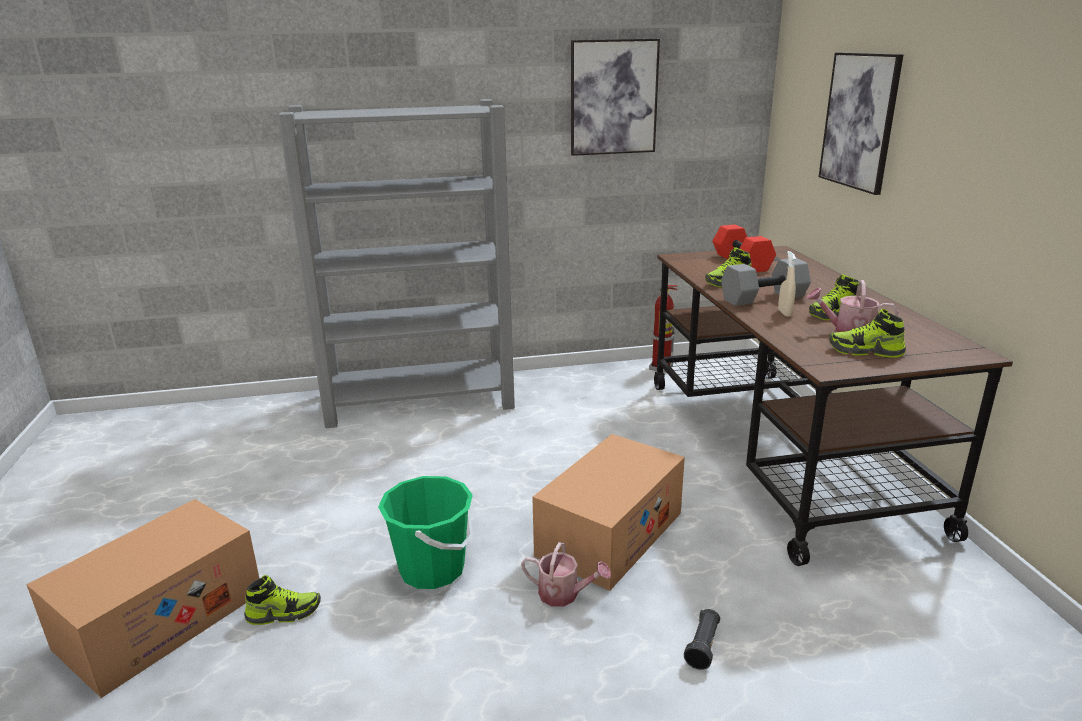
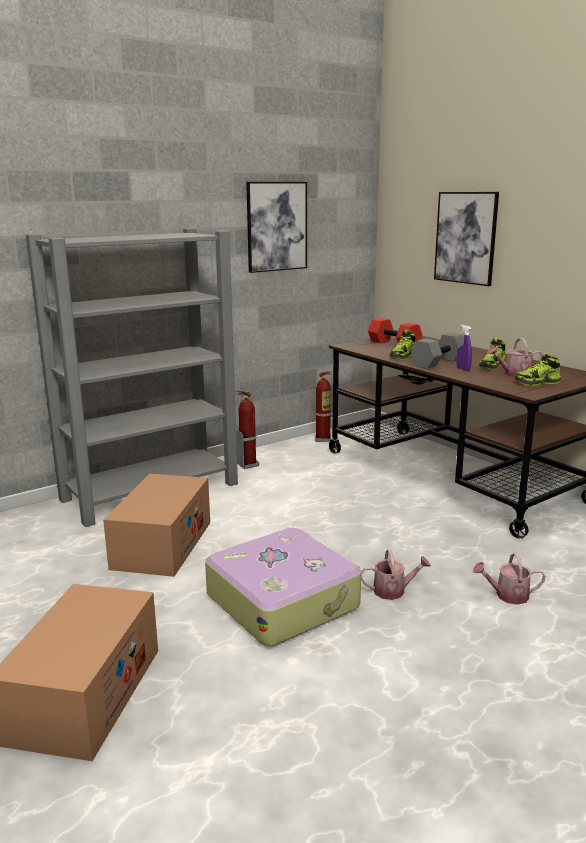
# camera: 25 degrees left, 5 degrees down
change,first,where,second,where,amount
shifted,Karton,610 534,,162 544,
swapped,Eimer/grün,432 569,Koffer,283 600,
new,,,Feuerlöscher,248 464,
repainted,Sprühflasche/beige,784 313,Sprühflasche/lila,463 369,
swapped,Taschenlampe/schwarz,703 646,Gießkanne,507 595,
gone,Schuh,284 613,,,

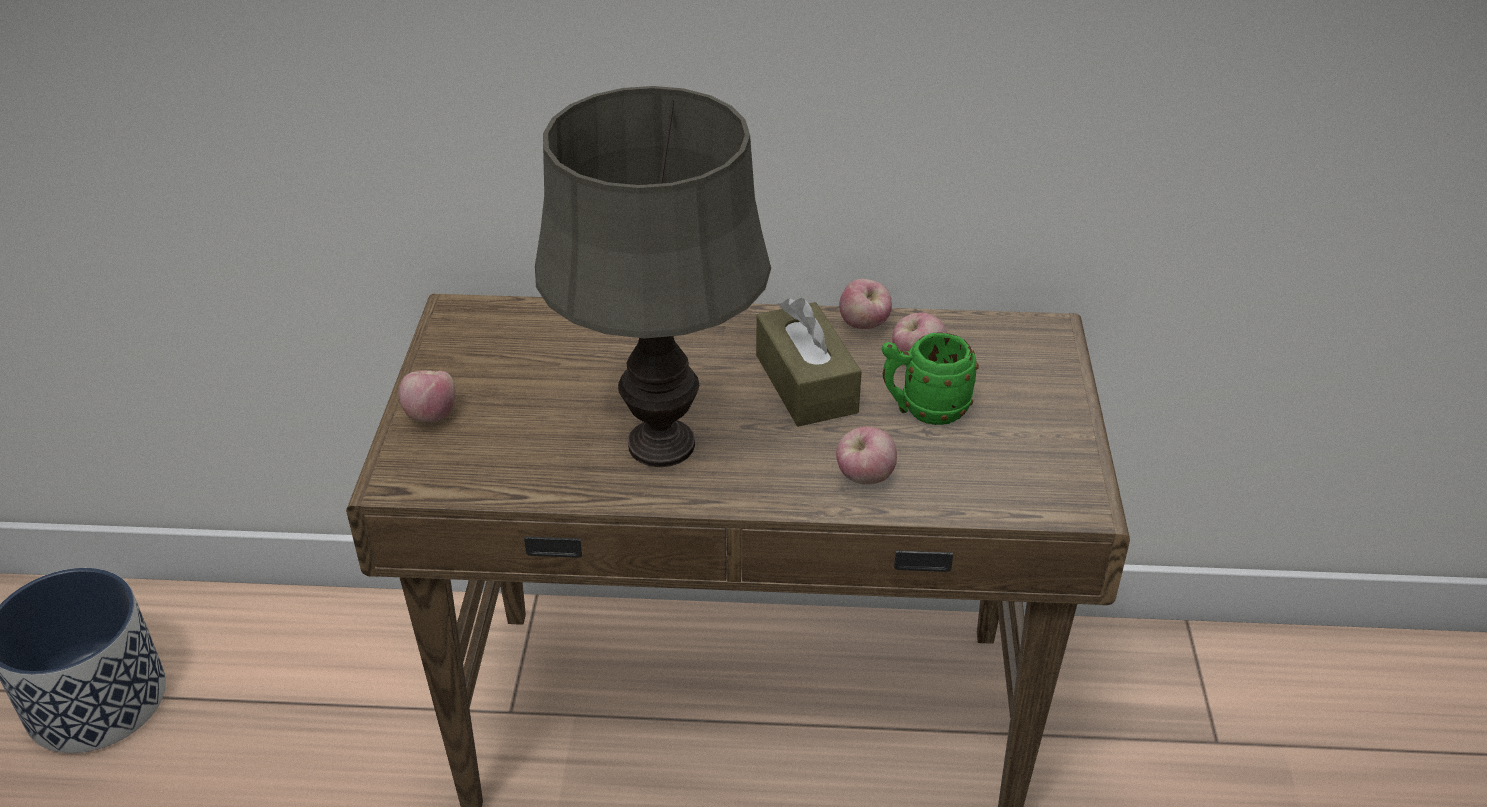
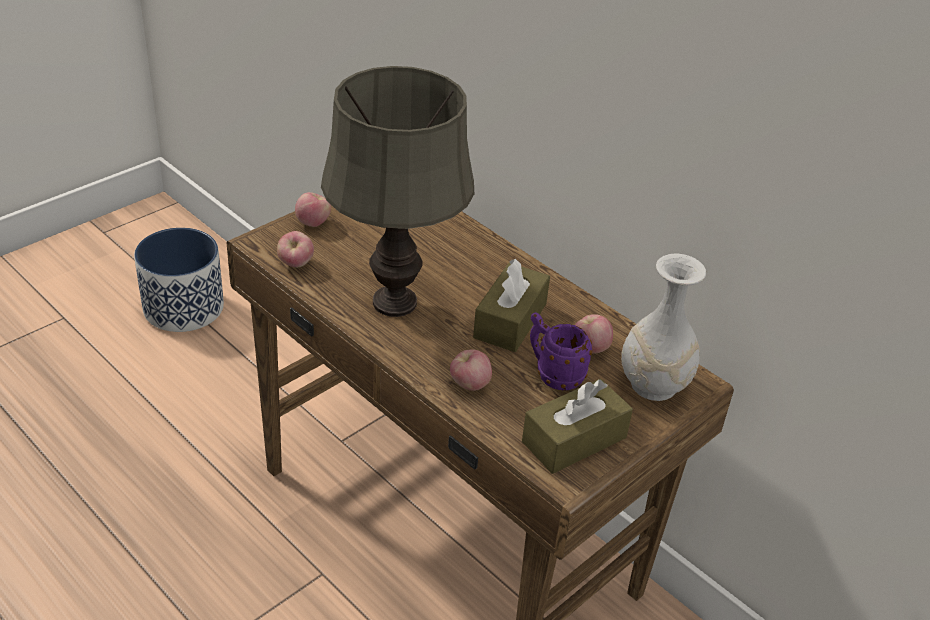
# camera: 40 degrees right, 0 degrees up
change,first,where,second,where,amount
shifted,Apfel,864 325,,296 264,
new,,,Taschentuchbox/braun,574 439,
repainted,Henkelbecher/grün,923 410,Henkelbecher/lila,553 374,
new,,,Vase/weiß,652 385,

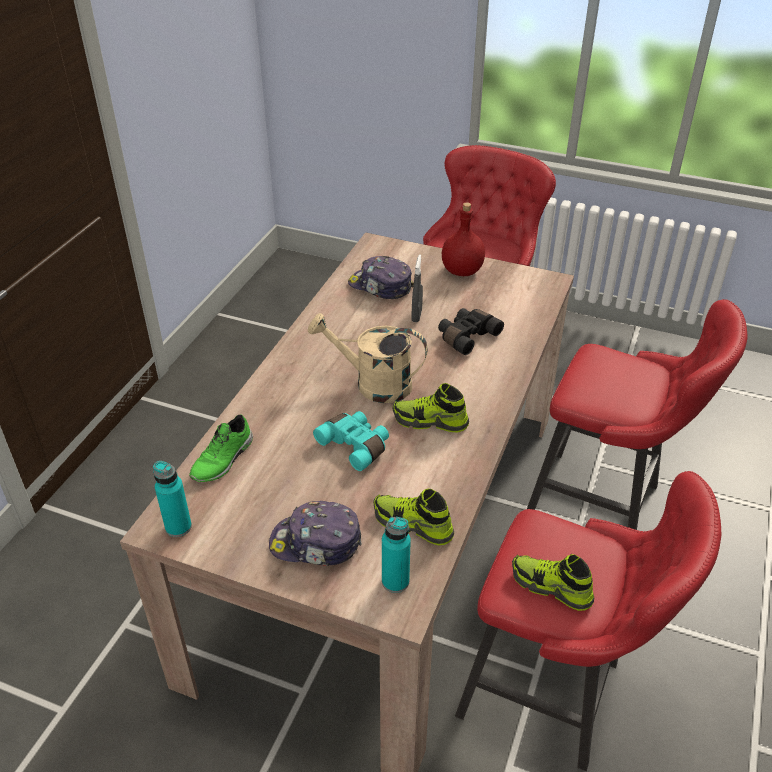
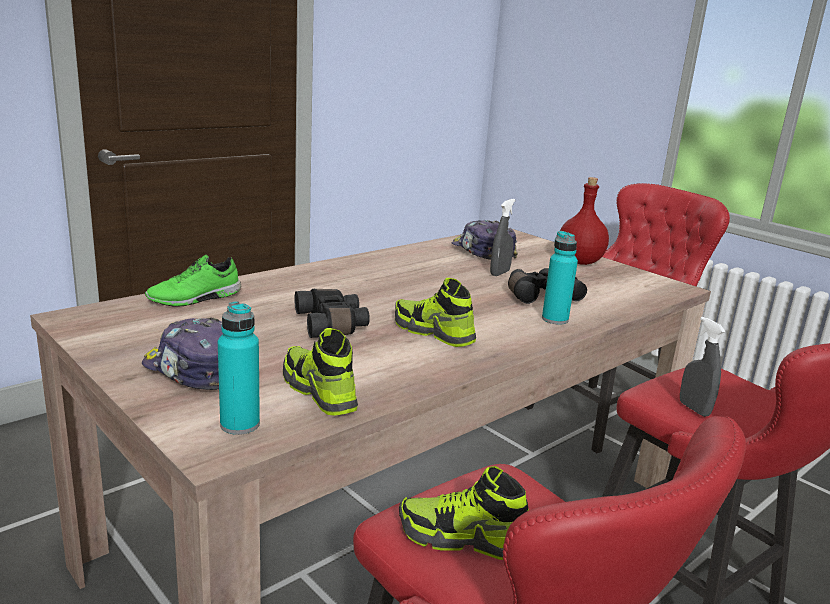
# camera: 25 degrees right, 20 degrees down
change,first,where,second,where,amount
repainted,Fernglas/türkis,356 445,Fernglas/schwarz,333 325,
rotated,Schuh,551 587,,463 539,45 degrees counterclockwise
shifted,Flasche/türkis,178 527,,555 319,
new,,,Sprühflasche/grau,694 409,
gone,Gießkanne/beige,373 384,,,

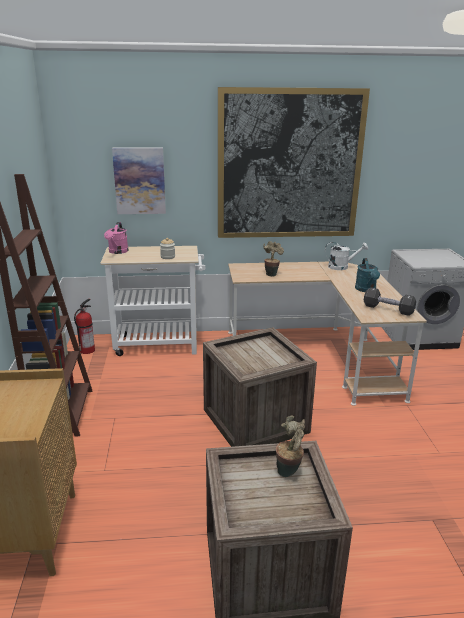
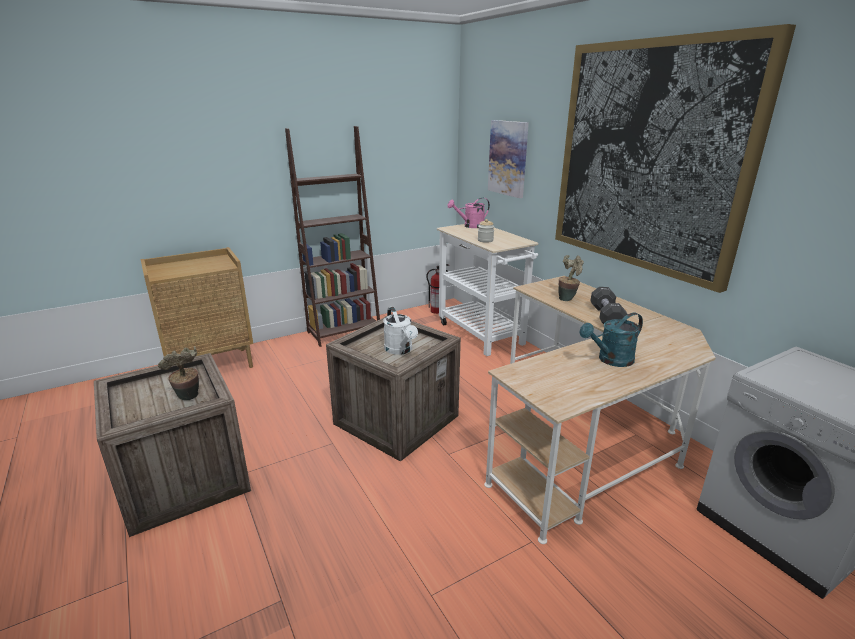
# camera: 65 degrees right, 0 degrees up
change,first,where,second,where,amount
shifted,Gießkanne/weiß,342 267,,400 350,
shifted,Hantel/schwarz,388 309,,606 317,

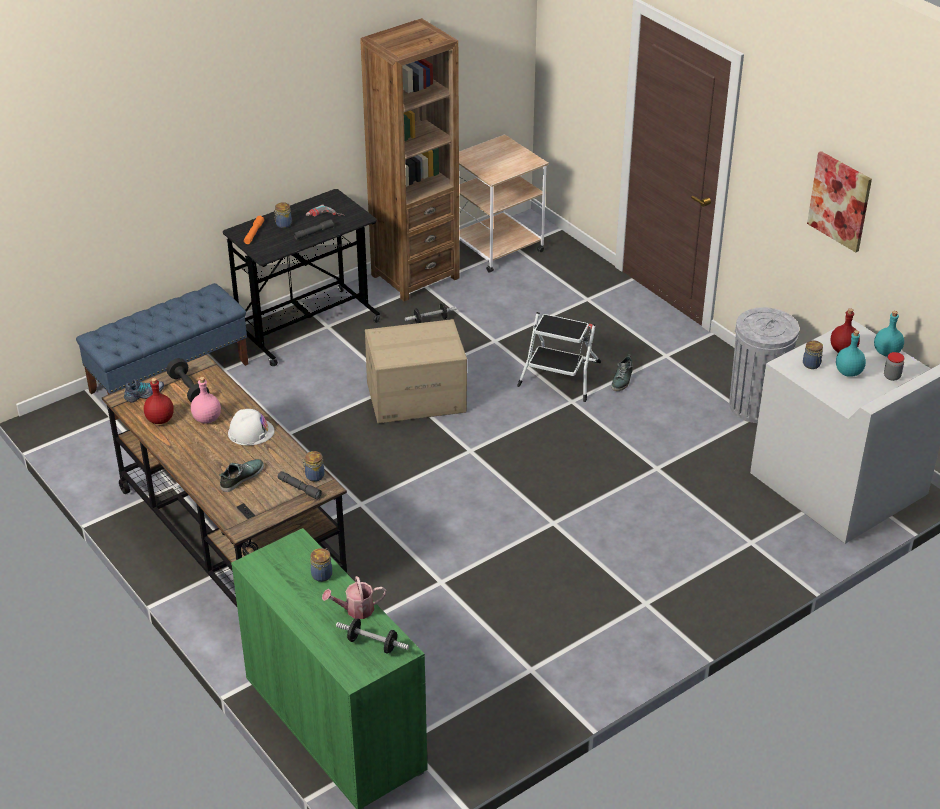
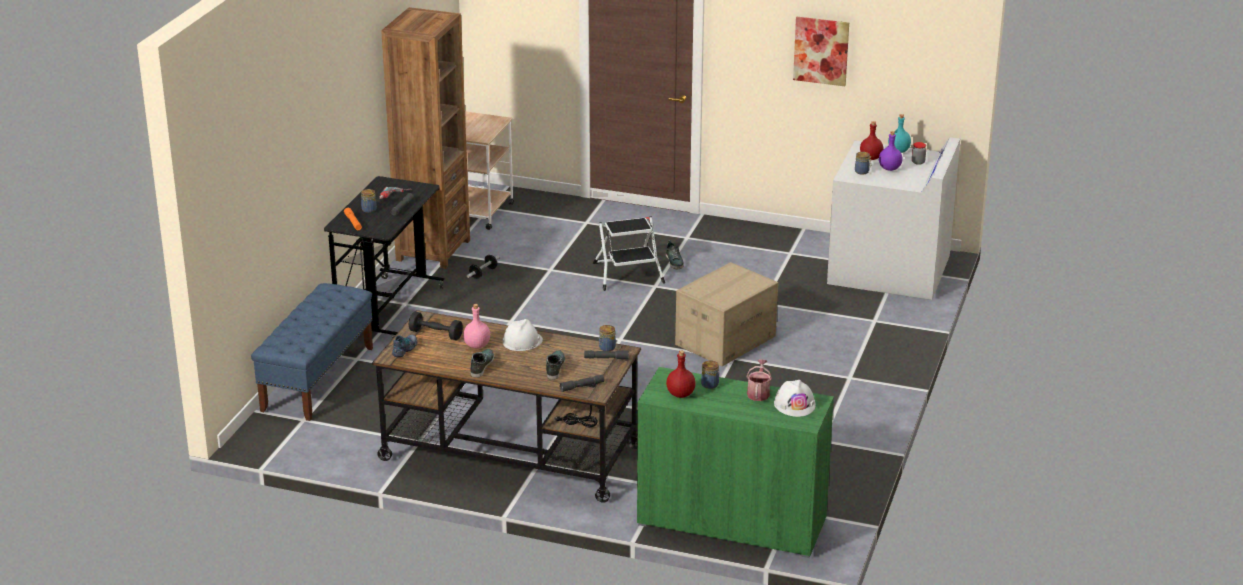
# camera: 35 degrees left, 10 degrees down
change,first,where,second,where,amount
new,,,Schuh,481 366,
new,,,Taschenlampe/grau,582 386,
shifted,Flasche/rot,160 420,,680 394,
shifted,Karton,416 397,,725 340,
rotated,Gießkanne,355 610,,758 393,150 degrees clockwise
swapped,Hantel,372 644,Schutzhelm/weiß,794 404,
repainted,Flasche/türkis,849 372,Flasche/lila,890 168,
gone,Mülleimer/grau,756 406,,,

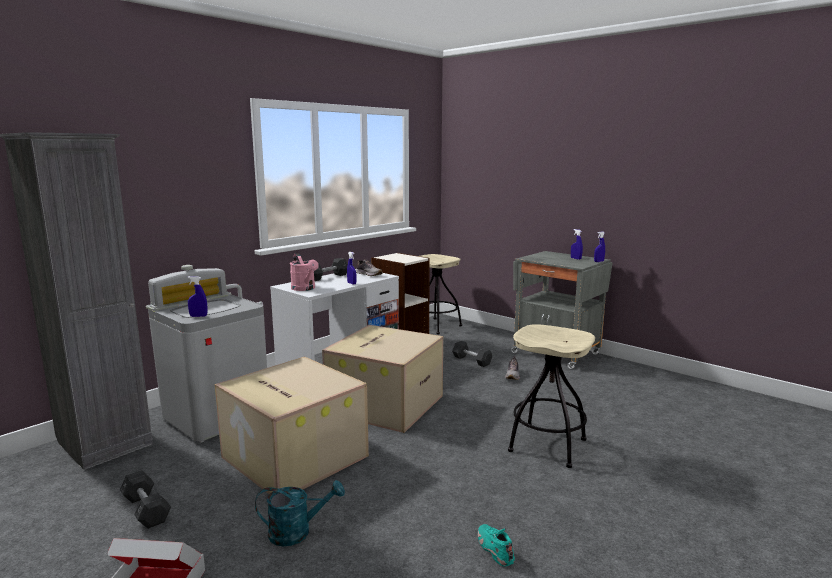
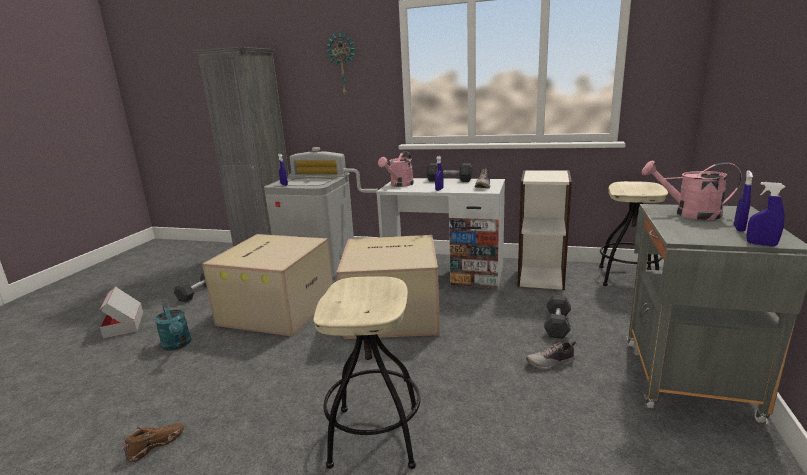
# camera: 65 degrees right, 5 degrees up
change,first,where,second,where,amount
repainted,Schuh/türkis,494 549,Schuh/braun,156 444,
new,,,Wanduhr,343 64,
new,,,Gießkanne/rosa,689 214,

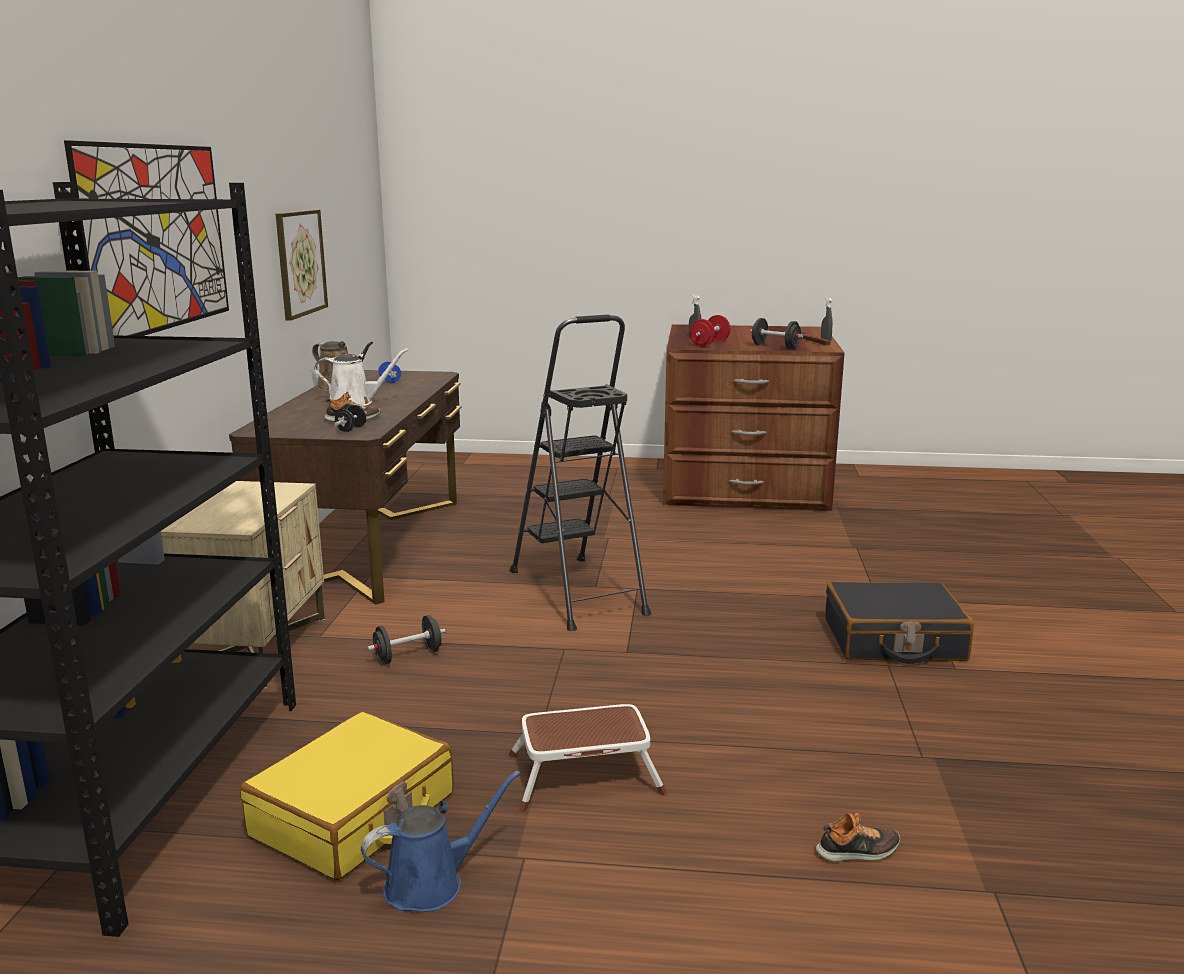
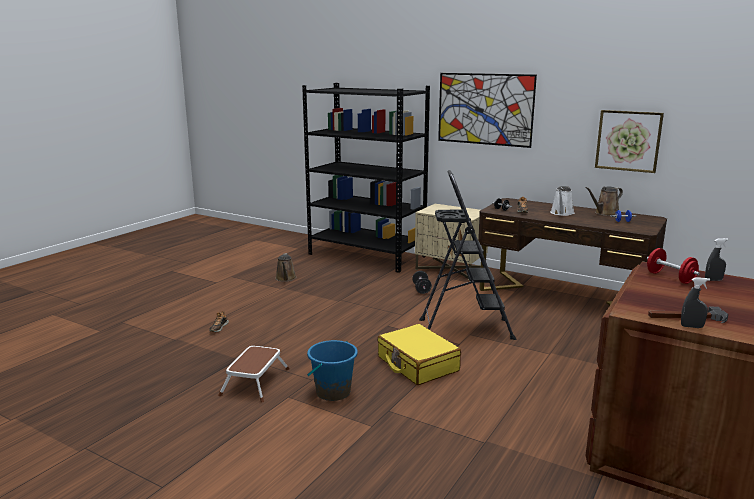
# camera: 115 degrees right, 0 degrees up
change,first,where,second,where,amount
shifted,Trittleiter/braun,585 774,,255 382,
repainted,Gießkanne/blau,431 883,Gießkanne/braun,285 278,
swapped,Koffer/schwarz,893 640,Eimer/blau,333 392,
shifted,Koffer/gelb,354 815,,417 364,
gone,Hantel/schwarz,775 346,,,

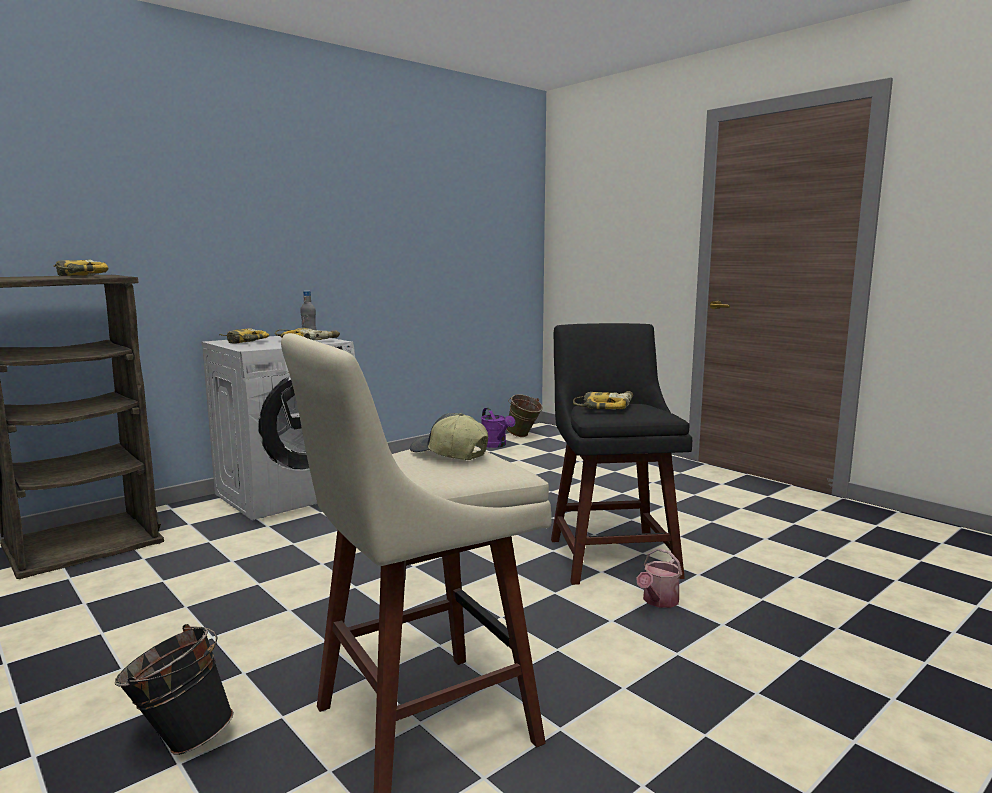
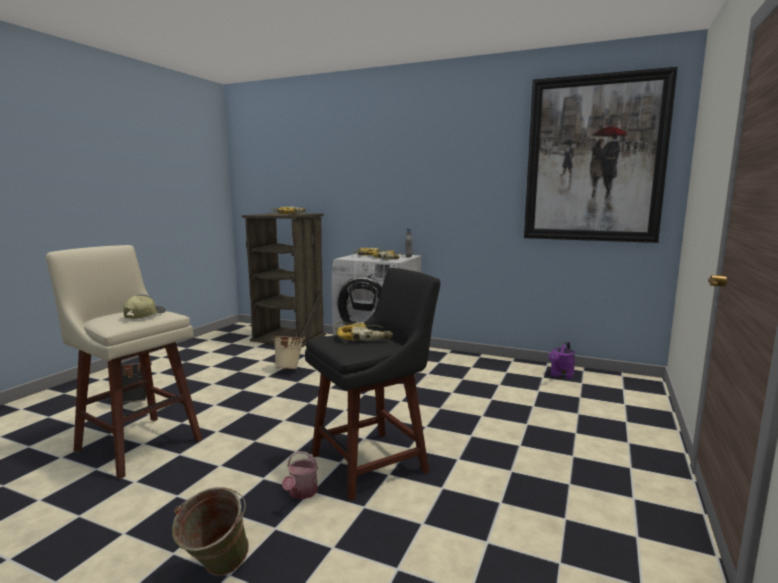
# camera: 65 degrees right, 0 degrees up
change,first,where,second,where,amount
shifted,Eimer/grün,523 436,,215 572,
new,,,Eimer/beige,289 369,
rotated,Gießkanne,658 601,,301 493,90 degrees counterclockwise
new,,,Bild,594 160,

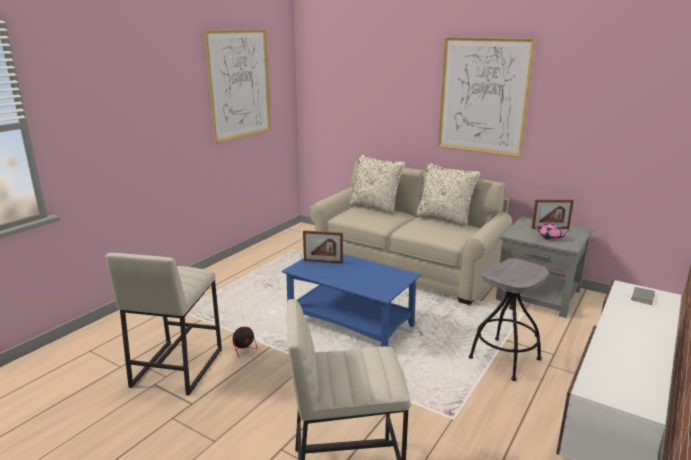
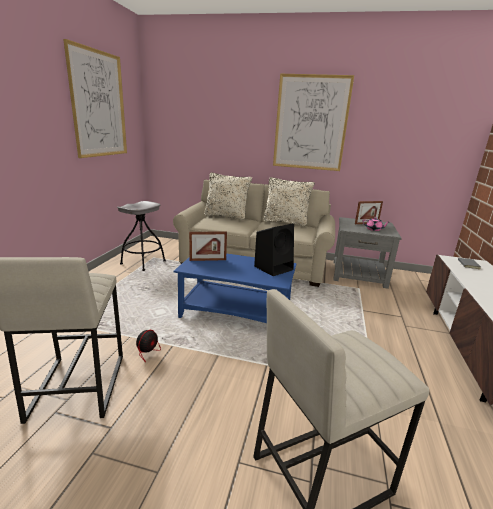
# camera: 20 degrees left, 0 degrees up
change,first,where,second,where,amount
shifted,Hocker/grau,504 358,,143 262,
new,,,Lautsprecher/schwarz,274 268,

